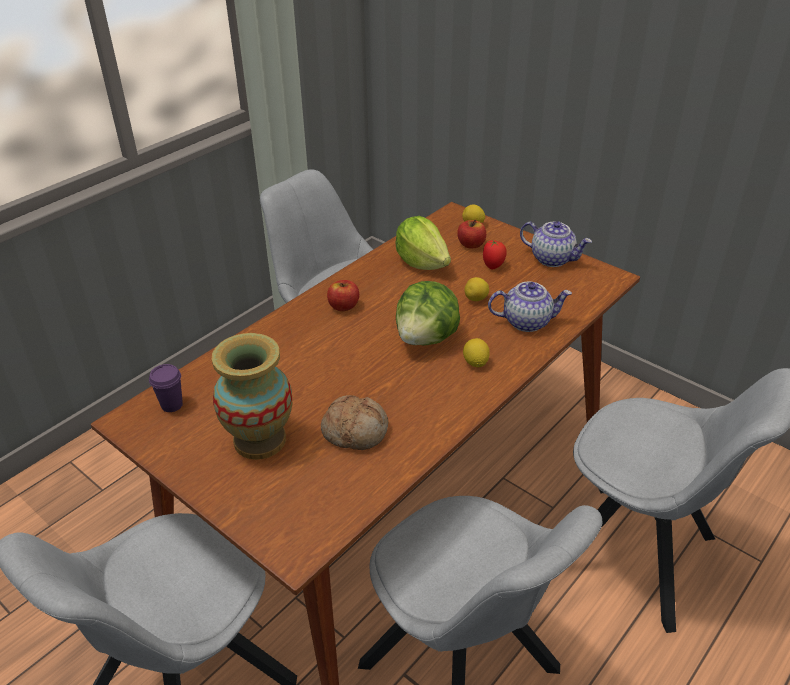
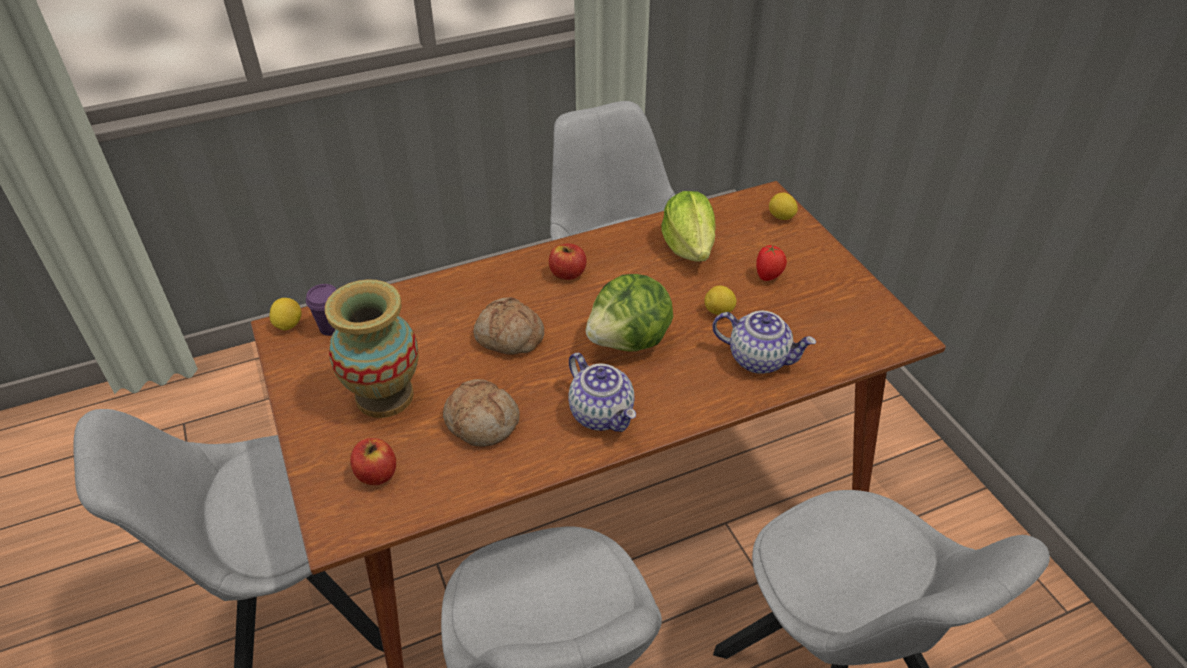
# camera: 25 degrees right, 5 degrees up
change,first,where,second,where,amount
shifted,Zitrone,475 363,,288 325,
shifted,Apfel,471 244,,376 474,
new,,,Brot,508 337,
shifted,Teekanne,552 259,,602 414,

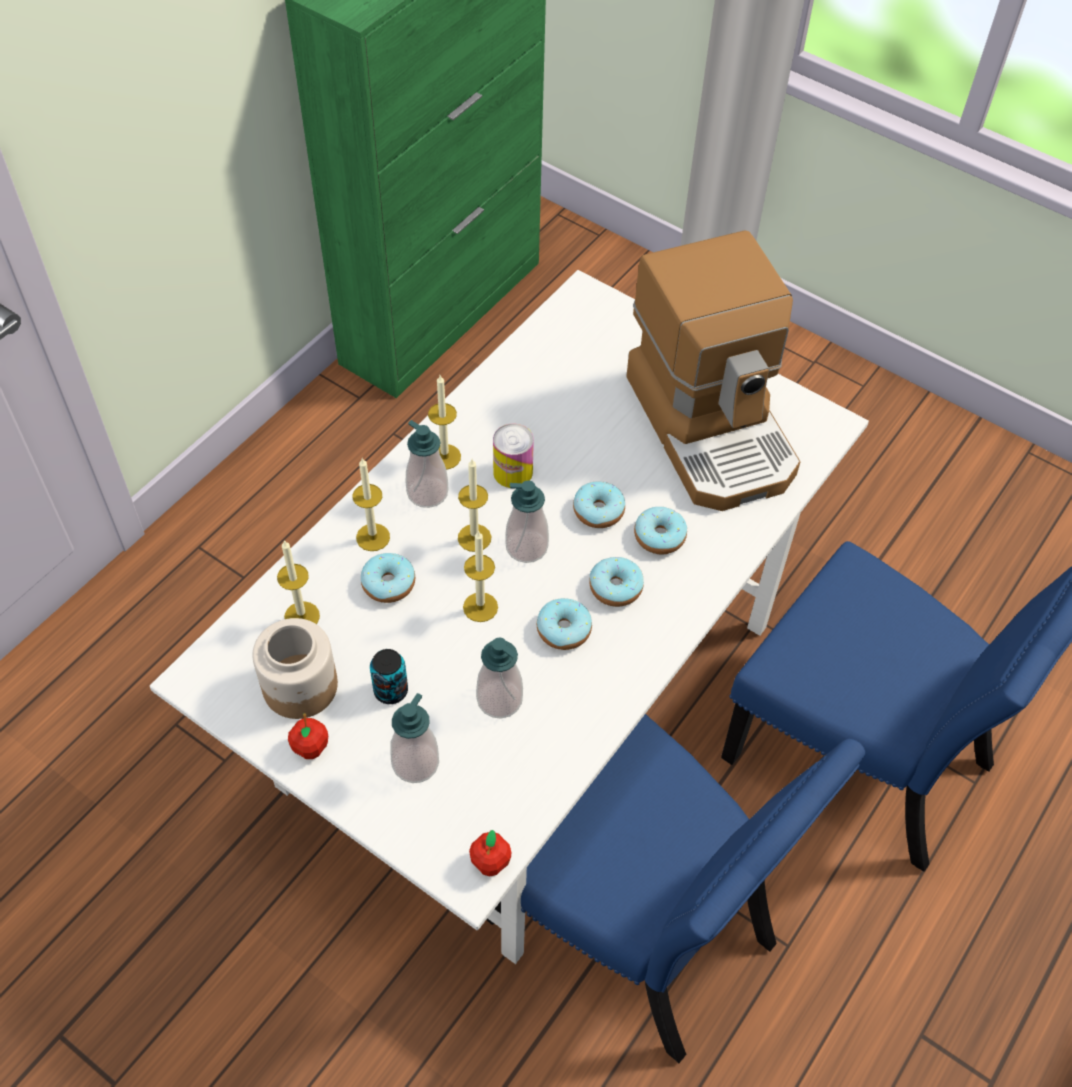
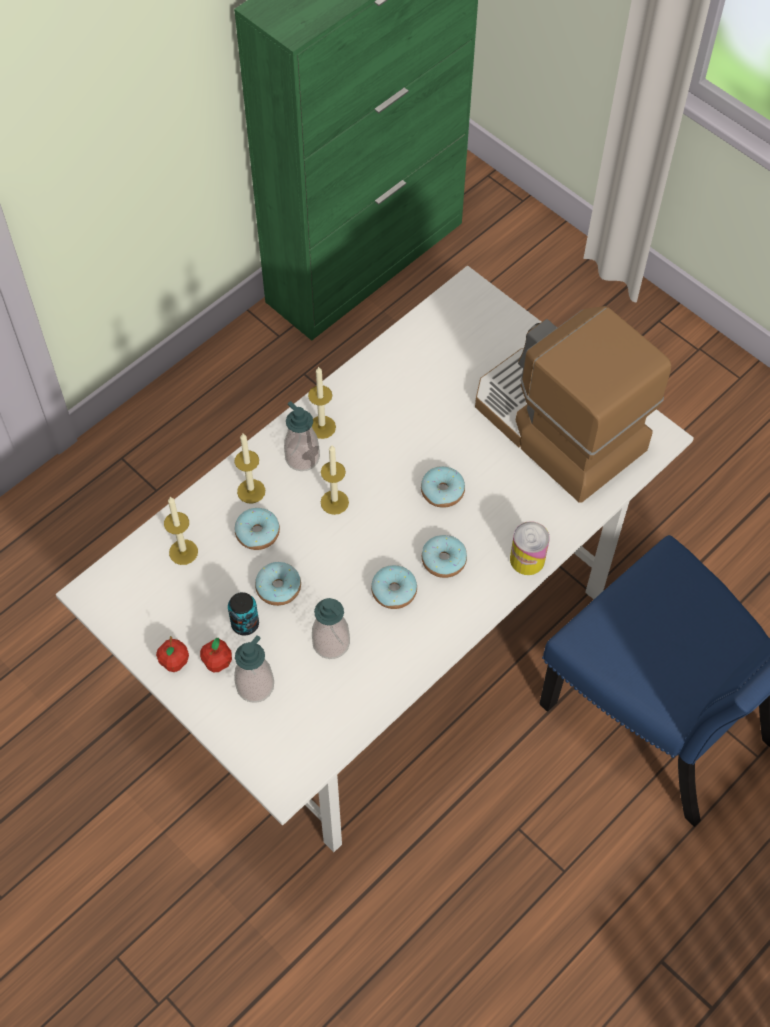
# camera: 10 degrees right, 5 degrees up
change,first,where,second,where,amount
shifted,Apfel,490 862,,217 662,
shifted,Donut,659 536,,278 588,
rotated,Kaffeemaschine,713 427,,556 427,150 degrees clockwise
shifted,Dose,513 472,,527 559,
gone,Vorratsglas,299 686,,,
gone,Kerze,480 607,,,
gone,Stuhl/blau,629 918,,,
gone,Seifenspender,526 547,,,

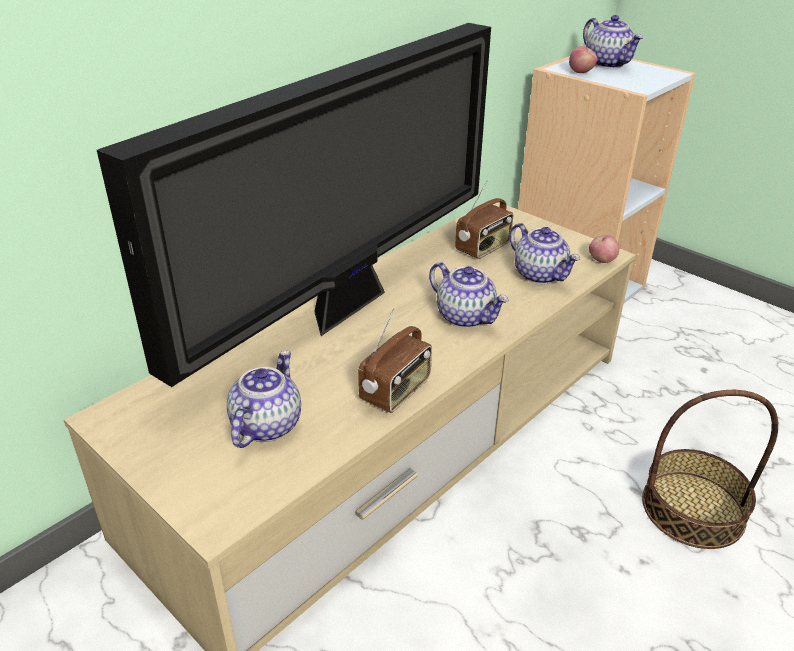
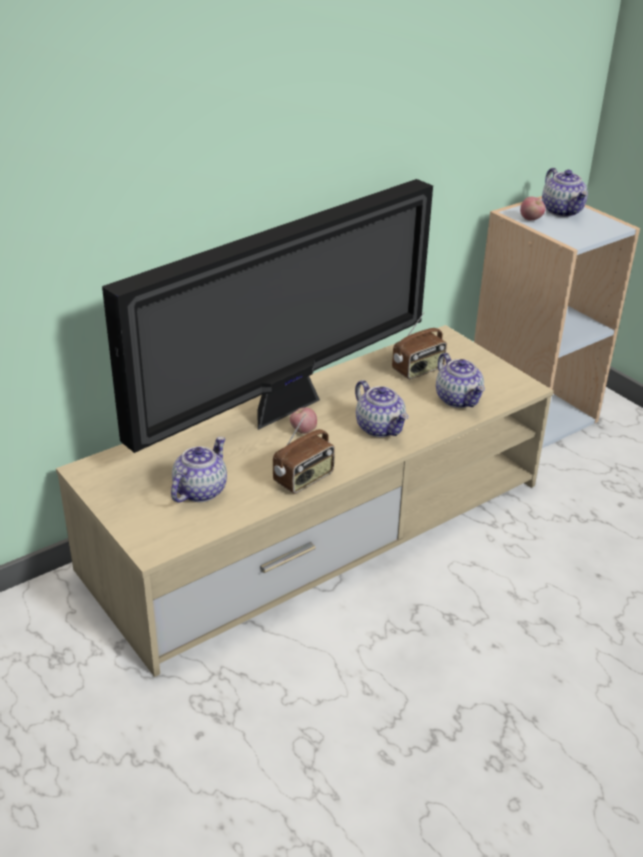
# camera: 10 degrees right, 0 degrees up
change,first,where,second,where,amount
shifted,Apfel,601 261,,303 431,
gone,Korb,693 508,,,

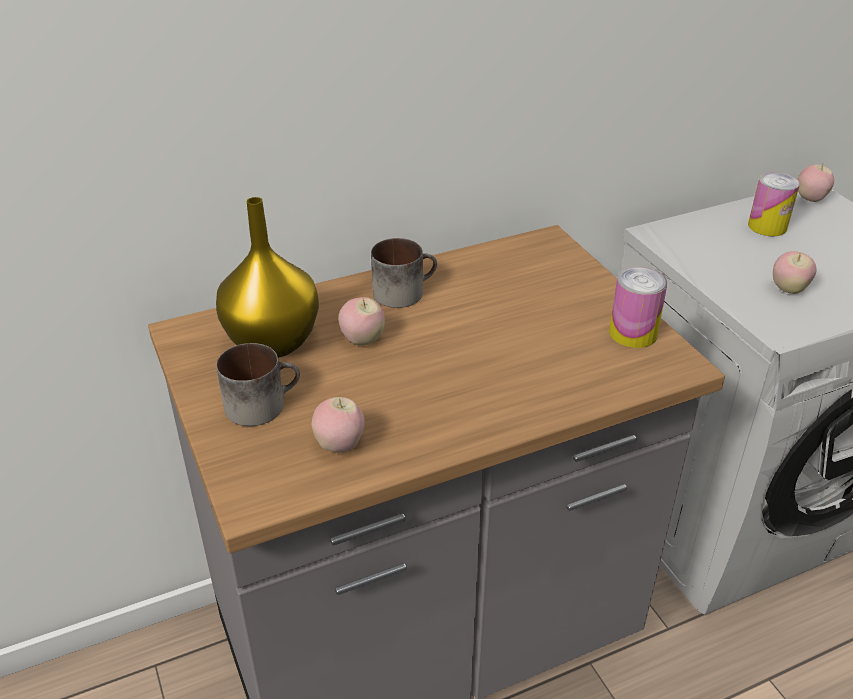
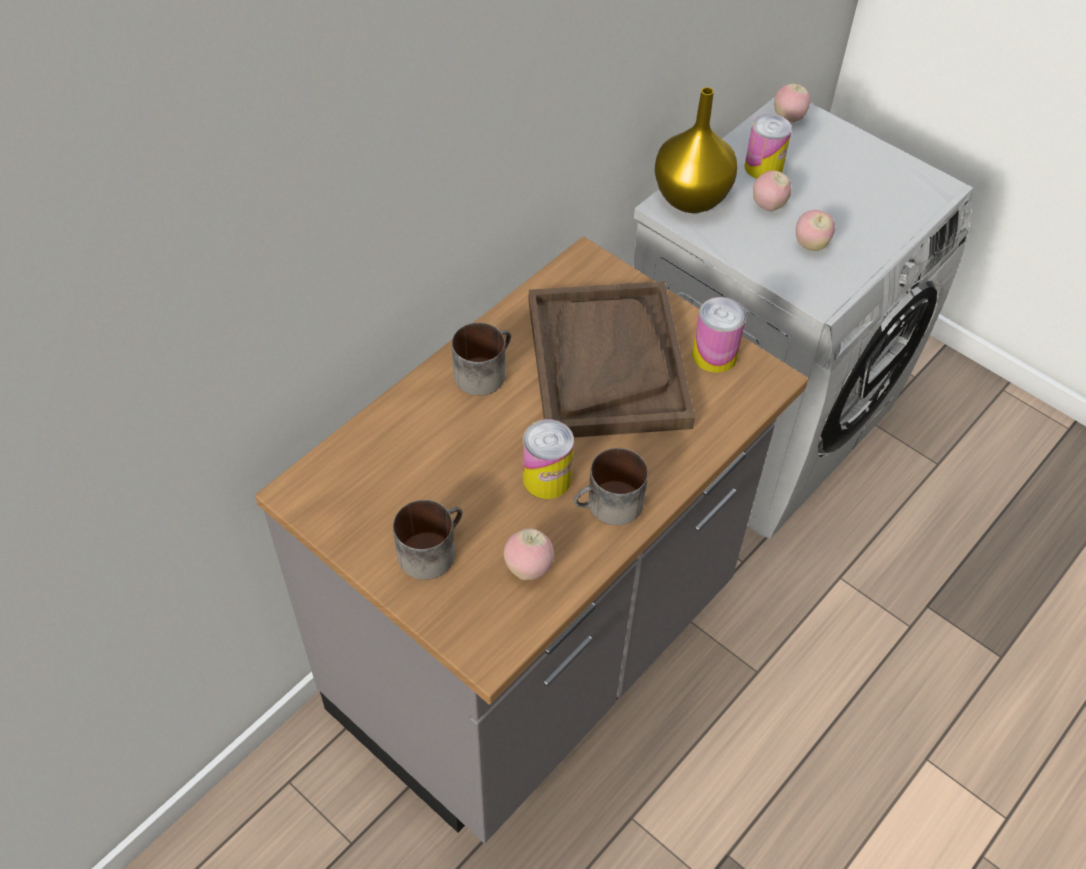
# camera: 25 degrees left, 15 degrees up
change,first,where,second,where,amount
new,,,Dose,547 478,
new,,,Tablett/braun,606 362,
new,,,Henkelbecher,609 507,
shifted,Vase/gelb,270 343,,690 199,
shifted,Apfel,362 340,,768 206,

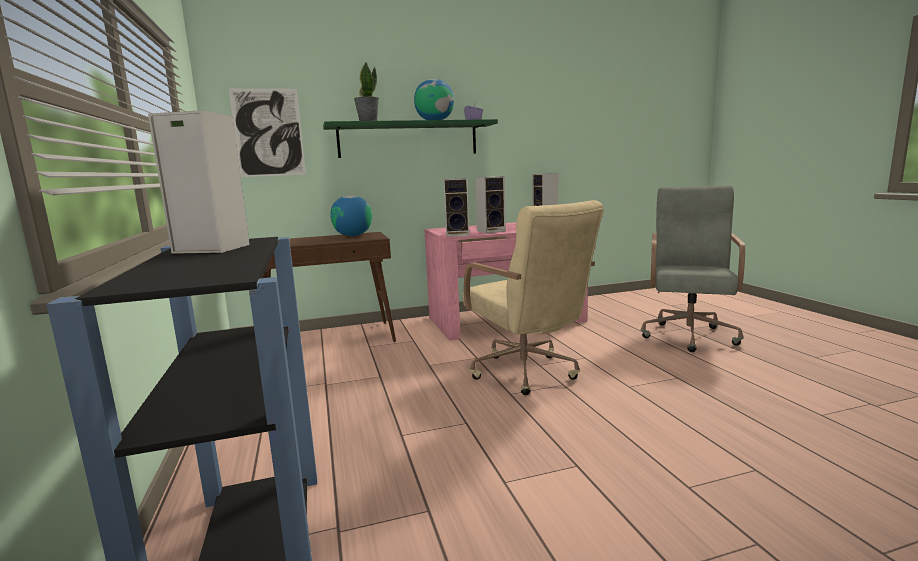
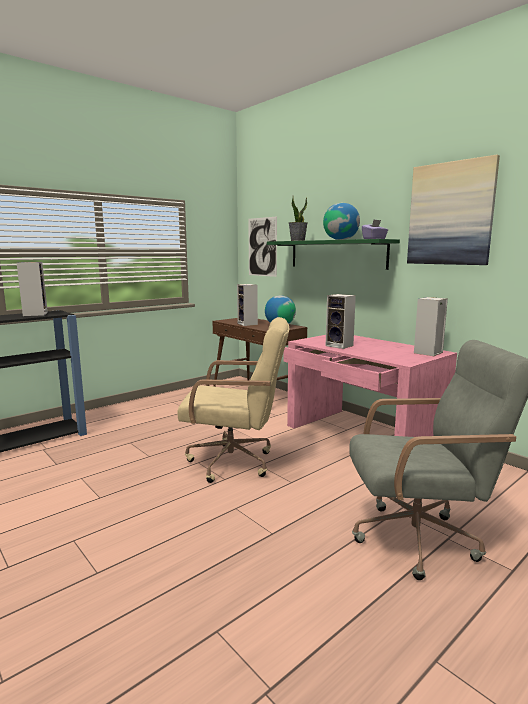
# camera: 65 degrees right, 0 degrees up
change,first,where,second,where,amount
rotated,Bürostuhl/beige,527 375,,236 463,120 degrees counterclockwise
shifted,Lautsprecher,458 234,,248 324,
new,,,Bild,450 214,

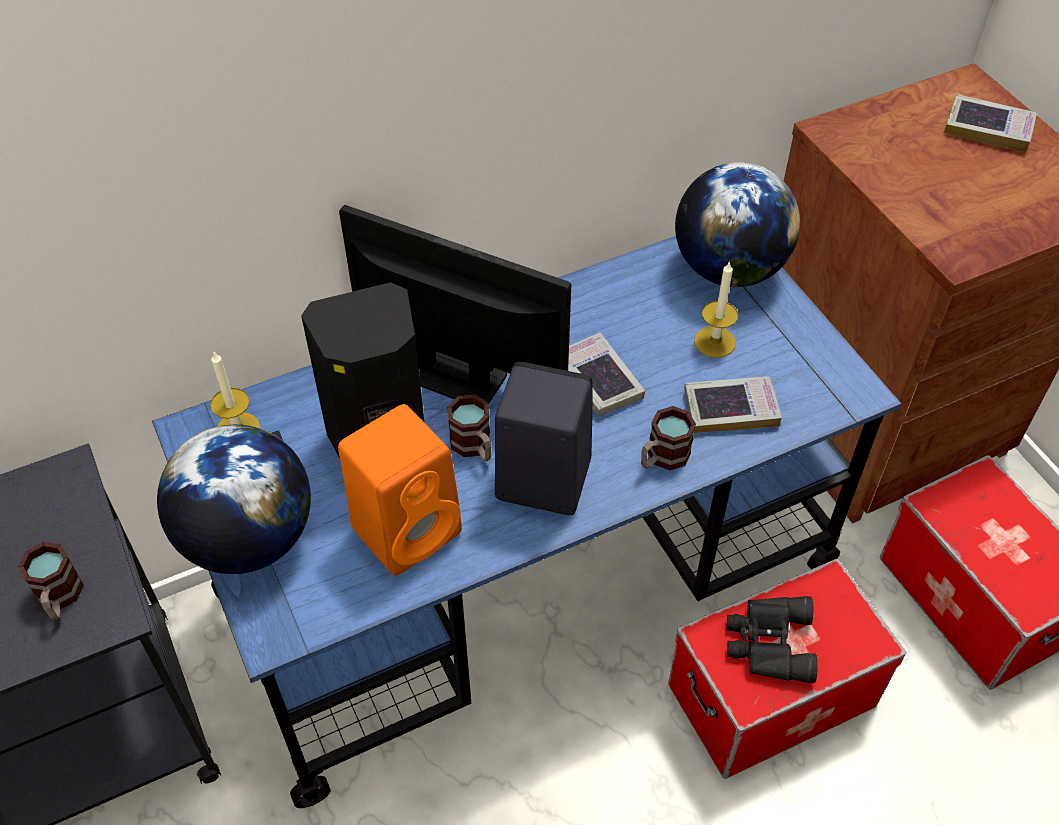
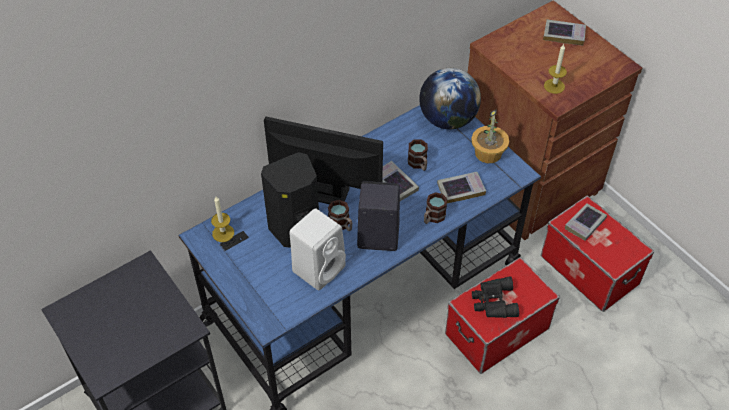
# camera: 10 degrees left, 0 degrees up
change,first,where,second,where,amount
repainted,Lautsprecher/orange,409 528,Lautsprecher/weiß,319 268,
shifted,Henkelbecher,59 598,,419 164,
new,,,Topfpflanze,488 153,
shifted,Kerze,715 342,,554 86,
new,,,Buch,585 224,
gone,Globus,248 539,,,

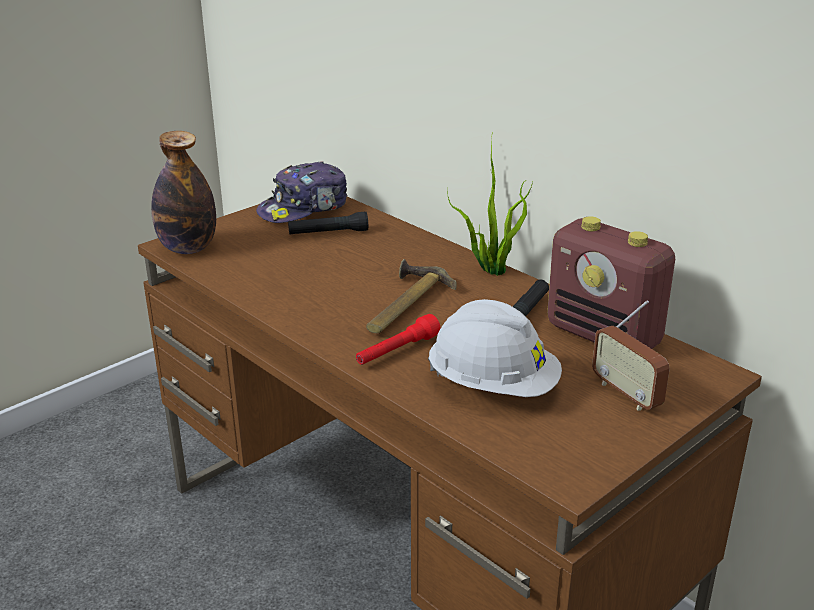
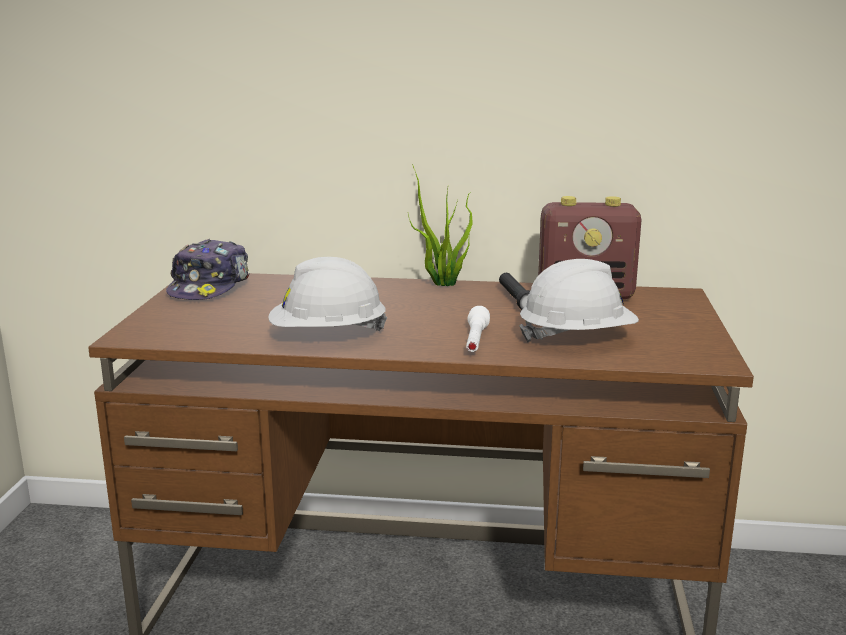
# camera: 40 degrees left, 10 degrees down
change,first,where,second,where,amount
new,,,Schutzhelm/weiß,327 335,
repainted,Taschenlampe/rot,397 351,Taschenlampe/weiß,475 341,
gone,Flasche,188 248,,,
gone,Taschenlampe/schwarz,328 233,,,
gone,Hammer,402 305,,,
gone,Radio,626 394,,,

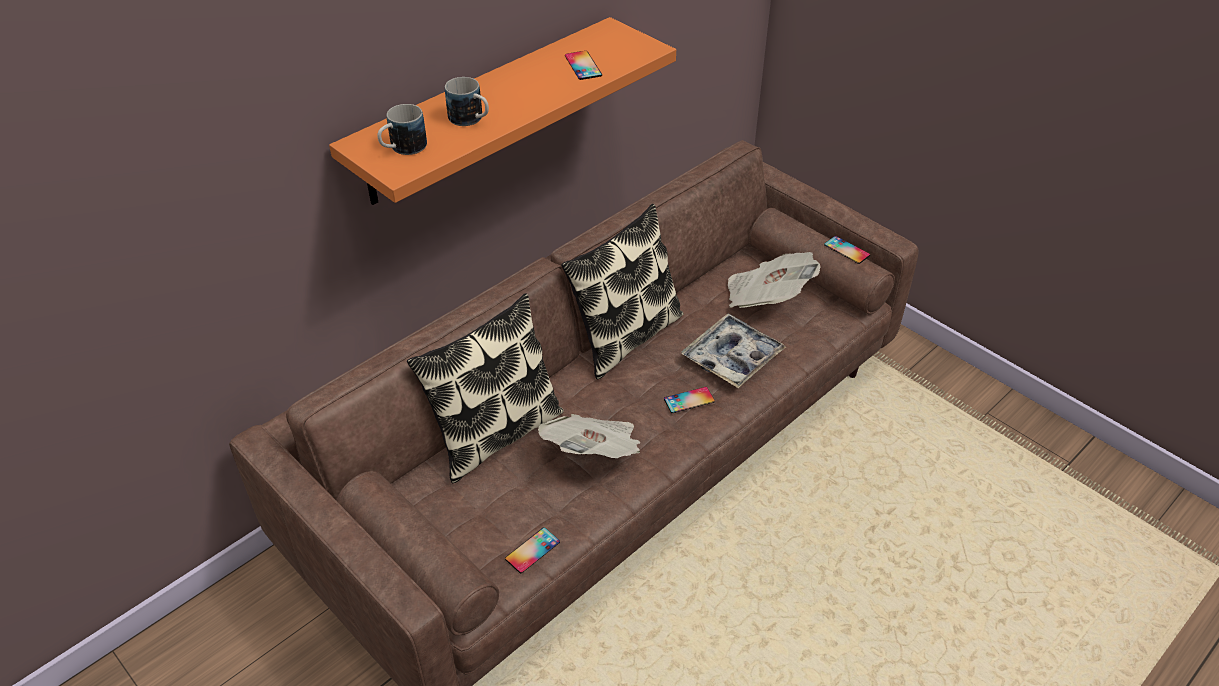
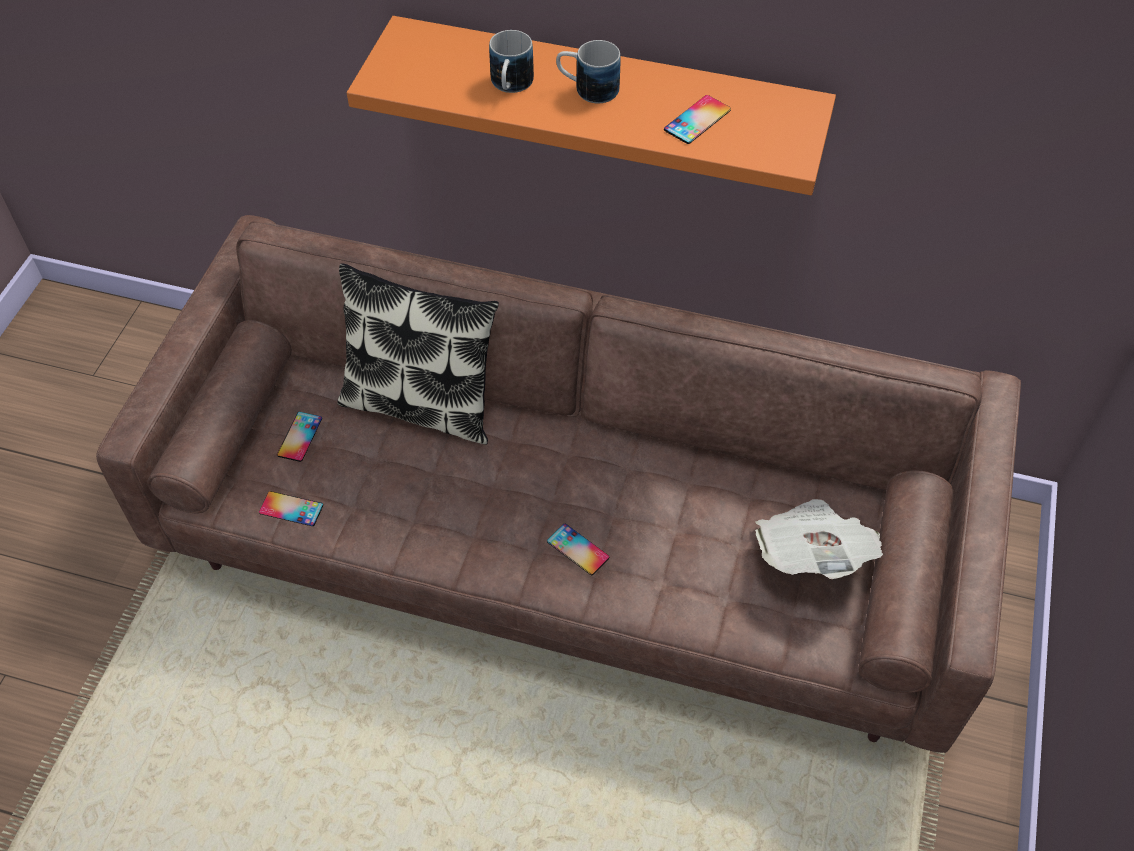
# camera: 60 degrees right, 10 degrees up
change,first,where,second,where,amount
shifted,Handy,846 250,,299 437,
shifted,Henkelbecher,402 149,,587 89,
gone,Zeitung,594 453,,,
gone,Kissen,625 336,,,
gone,Tablett,732 357,,,

